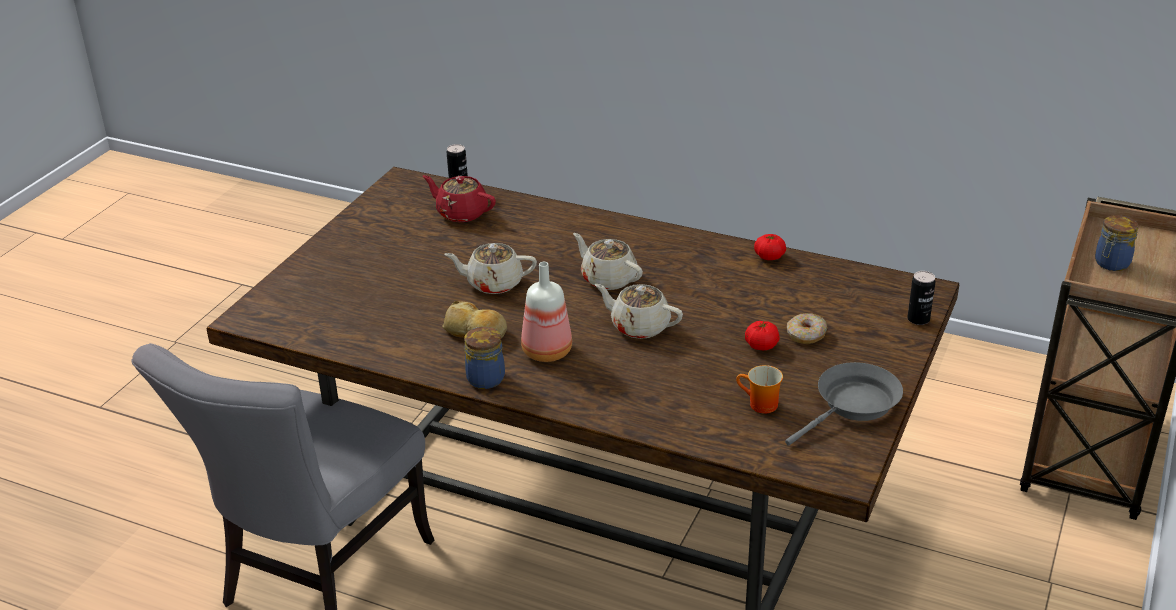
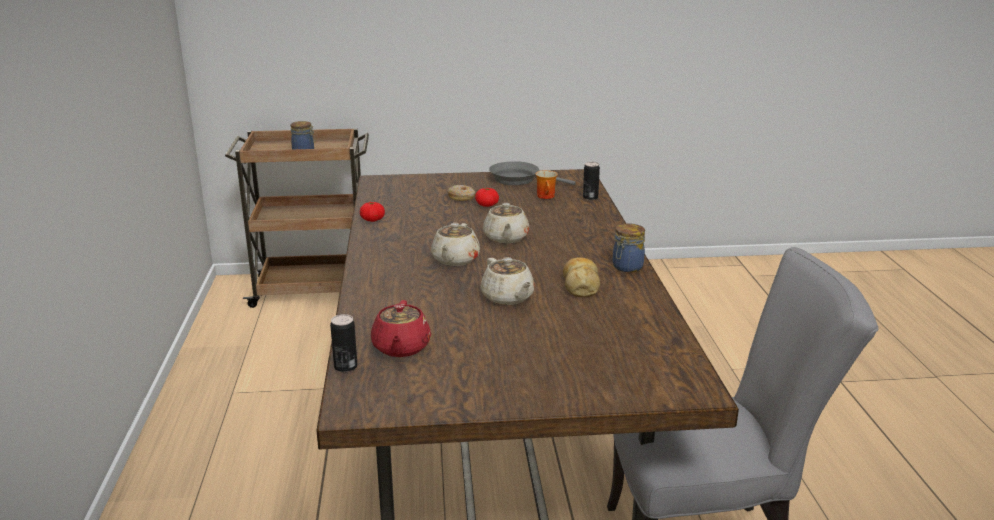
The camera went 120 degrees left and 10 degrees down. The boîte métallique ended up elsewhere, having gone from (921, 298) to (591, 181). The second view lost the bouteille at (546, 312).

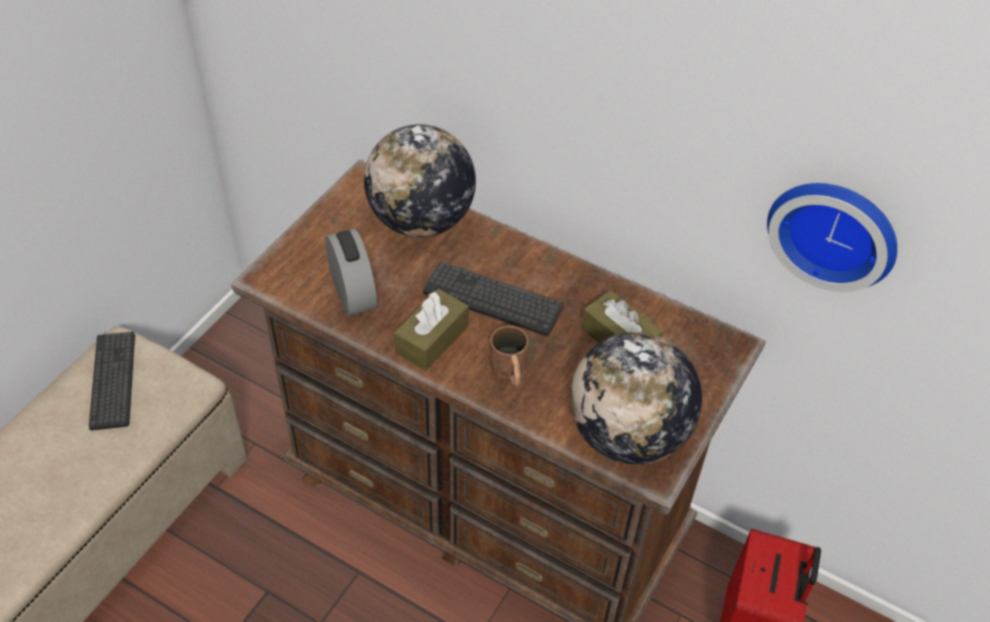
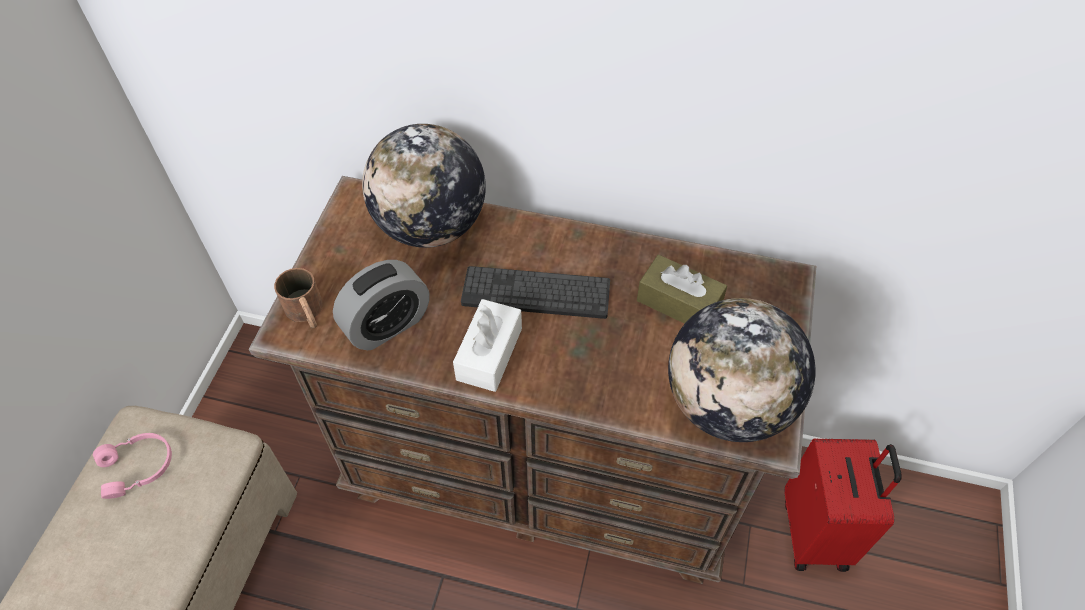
The camera went 15 degrees left and 5 degrees up. Where the clavier stood at (112, 381), the casque audio/rose came to stand at (132, 466). The mug/marron ended up elsewhere, having gone from (509, 356) to (298, 298). The réveil at (351, 272) ended up facing another way, 90 degrees clockwise from before. What was the boîte à mouchoirs/marron at (431, 330) turned into the boîte à mouchoirs/blanc at (487, 345). The second view lost the horloge murale at (832, 237).

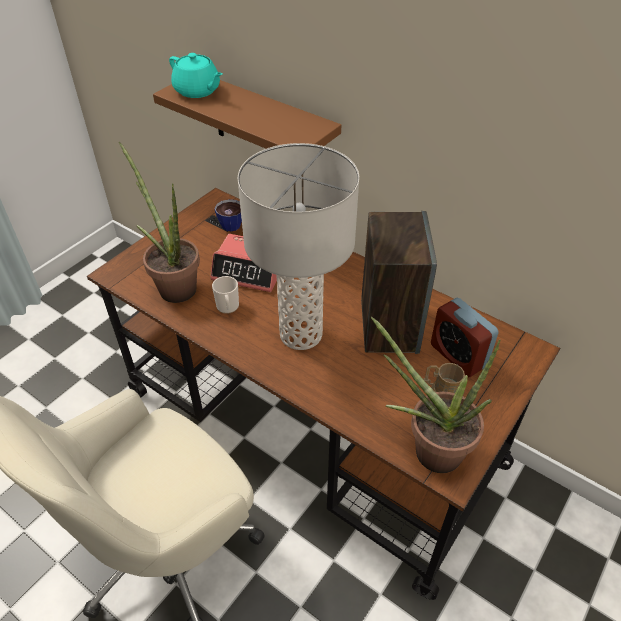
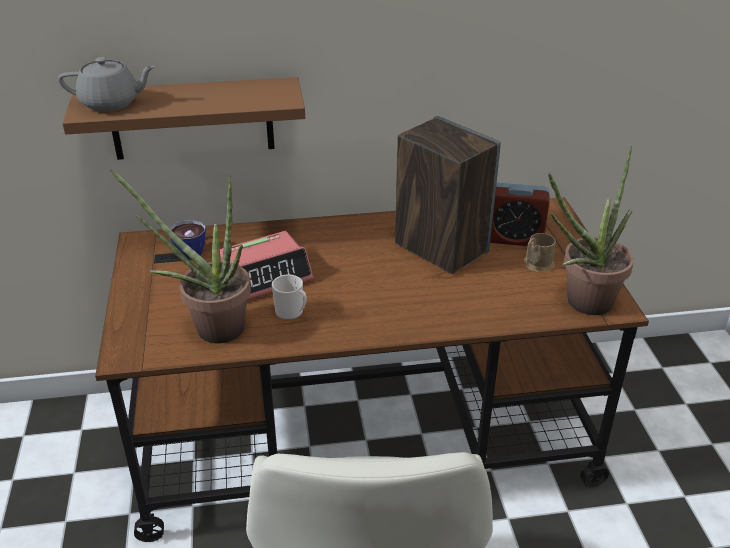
The camera went 45 degrees left and 10 degrees down. What was the théière/turquoise at (196, 75) turned into the théière/gris at (107, 84). The second view lost the lampe de table/blanc at (298, 246).

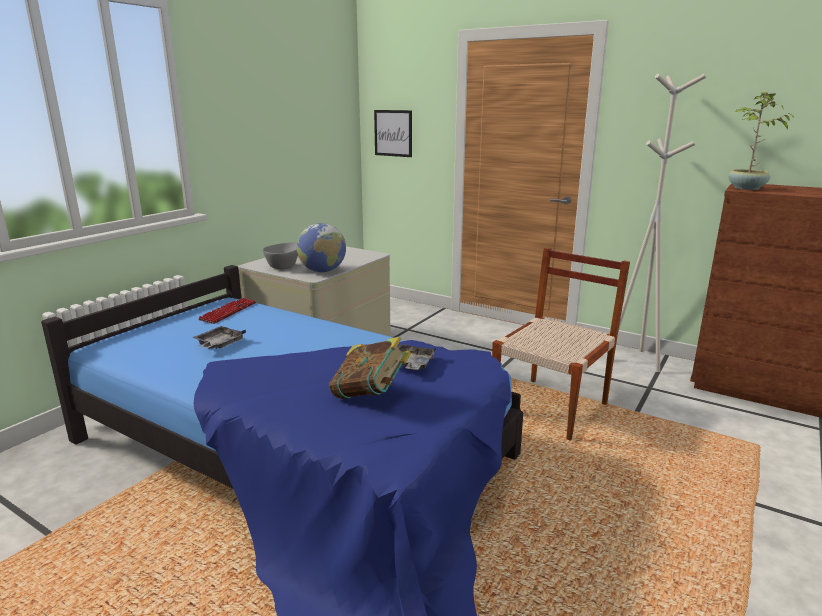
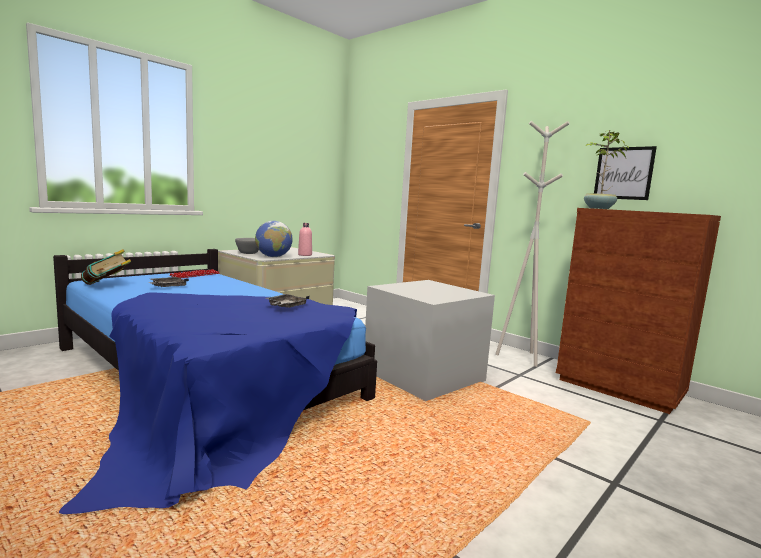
The camera went 10 degrees right and 10 degrees down. The livre ended up elsewhere, having gone from (370, 368) to (106, 267). The second view gained the bouteille/rose at (305, 239). Where the chaise stood at (561, 344), the boîte de rangement/gris came to stand at (430, 340). The tableau ended up elsewhere, having gone from (393, 133) to (625, 173).

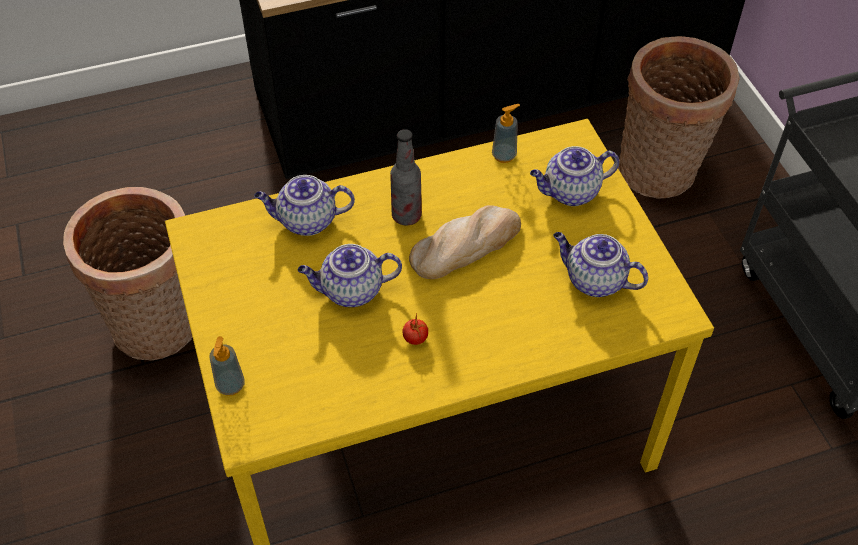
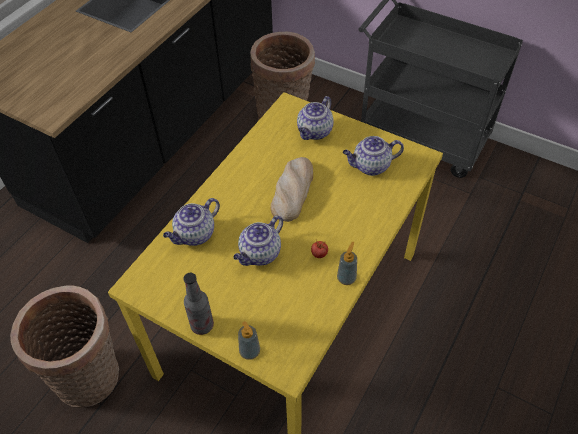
The camera went 40 degrees left and 0 degrees up. The bouteille ended up elsewhere, having gone from (406, 177) to (198, 304). The distributeur de savon ended up elsewhere, having gone from (506, 133) to (347, 263).

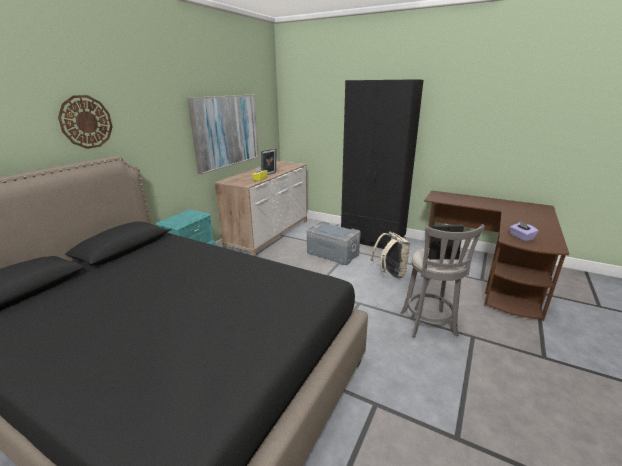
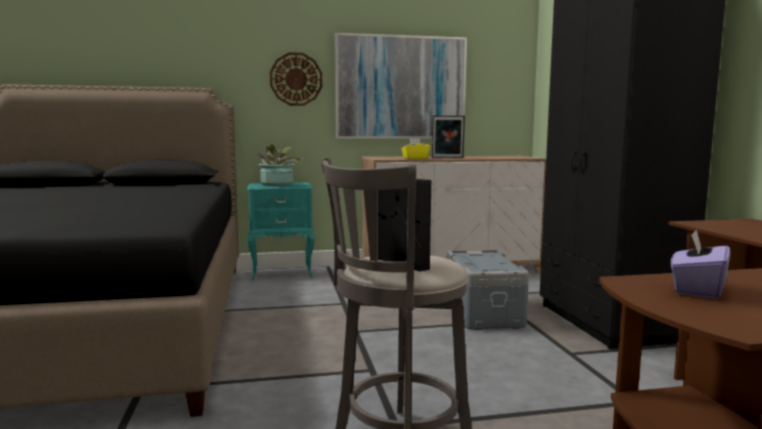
The camera went 50 degrees right and 15 degrees down. The second view gained the plante en pot at (279, 165). The horloge murale ended up elsewhere, having gone from (85, 122) to (296, 79). The second view lost the sac à dos/beige at (390, 255).

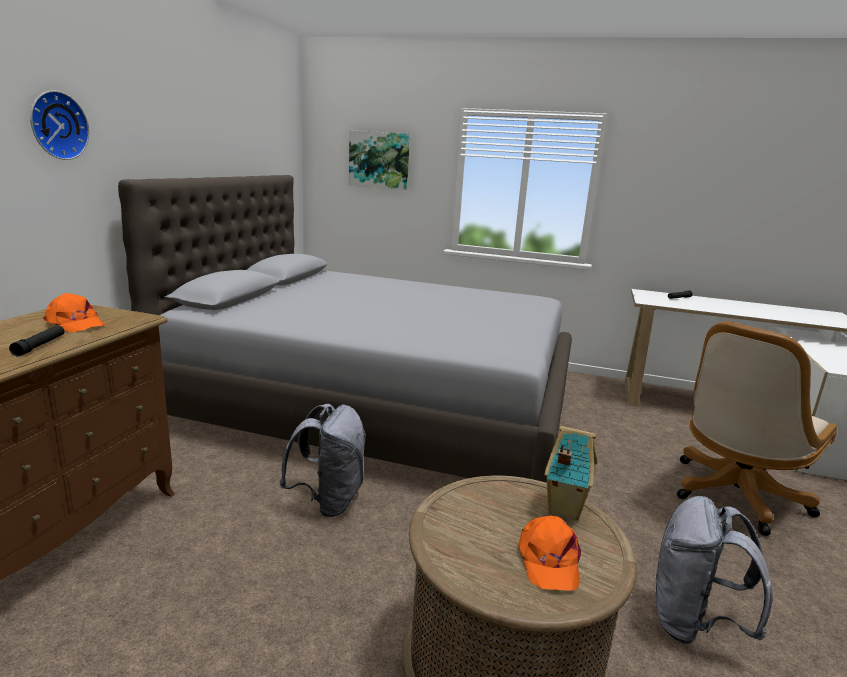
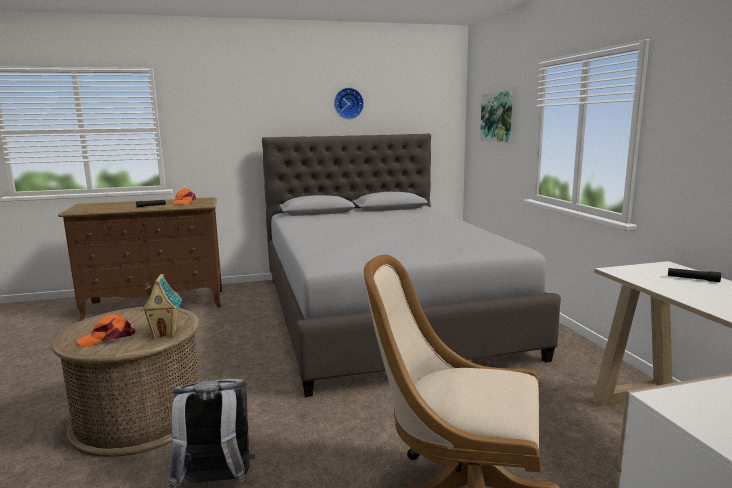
The camera went 60 degrees right and 5 degrees down. The horloge murale ended up elsewhere, having gone from (59, 125) to (349, 103). The second view lost the sac à dos/gris at (322, 460).

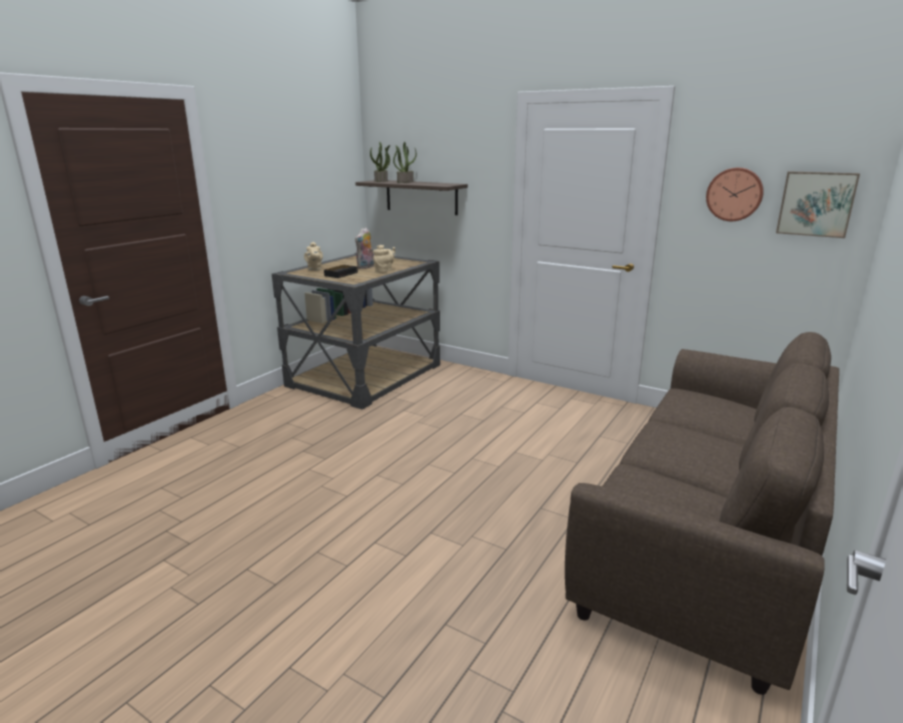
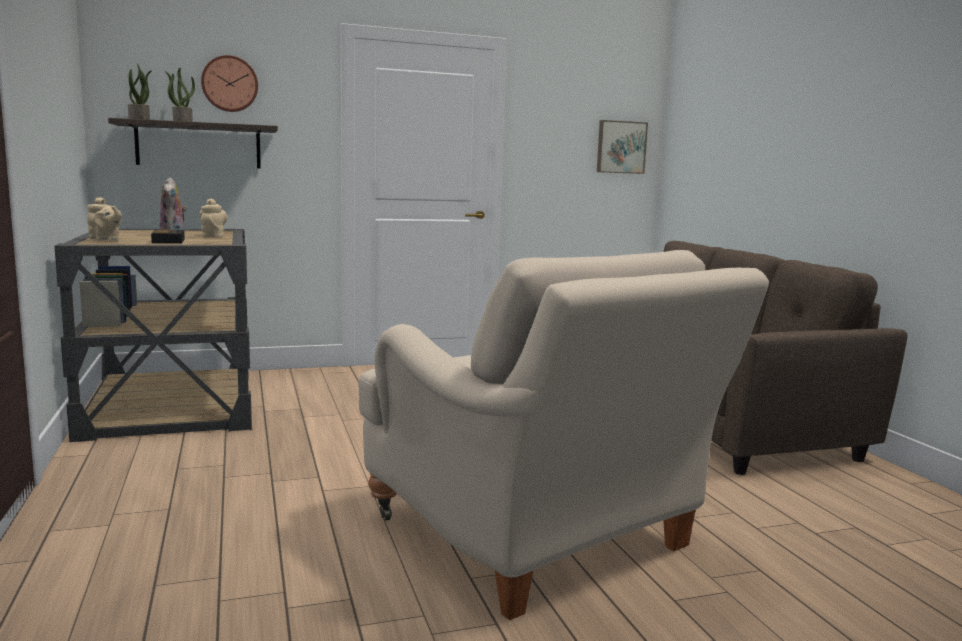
The camera went 50 degrees left and 10 degrees down. The horloge murale ended up elsewhere, having gone from (735, 194) to (229, 83). The second view gained the fauteuil/beige at (564, 435).

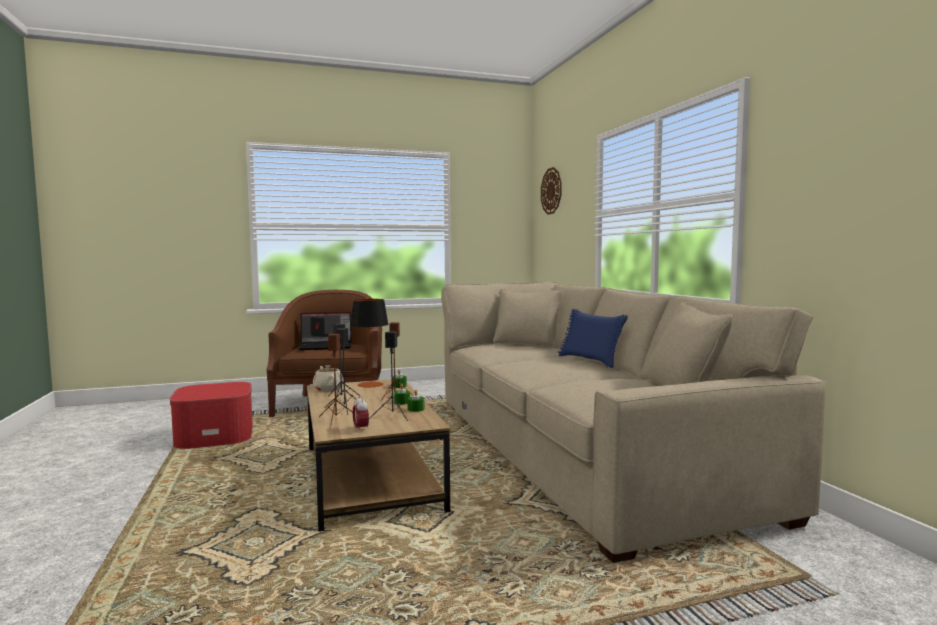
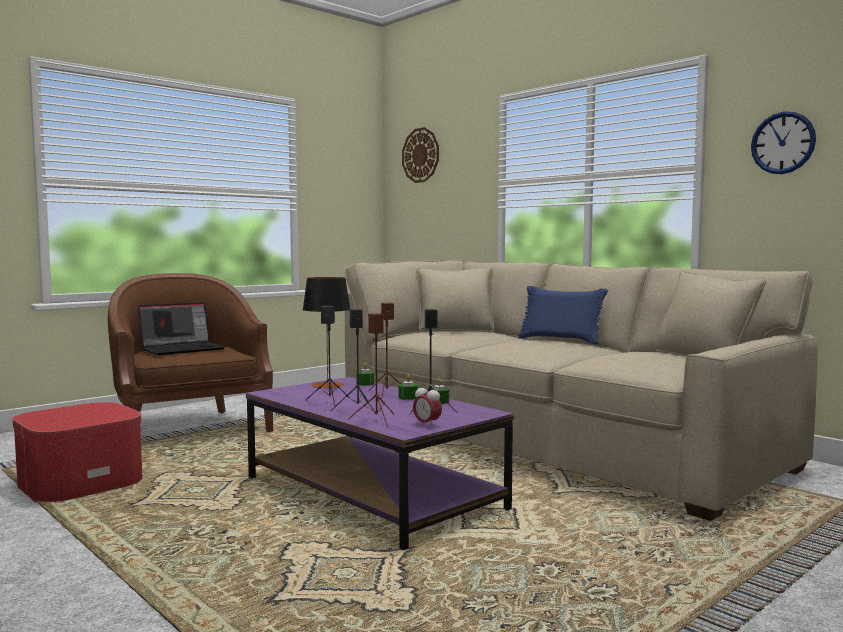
The camera went 25 degrees left and 0 degrees up. What was the table basse/marron at (378, 455) turned into the table basse/violet at (380, 463). The second view gained the horloge murale at (783, 142). The second view lost the théière/beige at (328, 378).

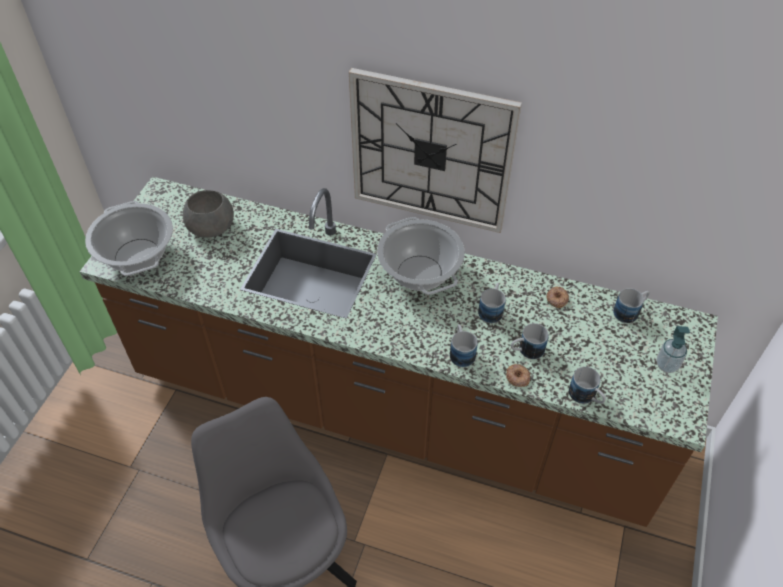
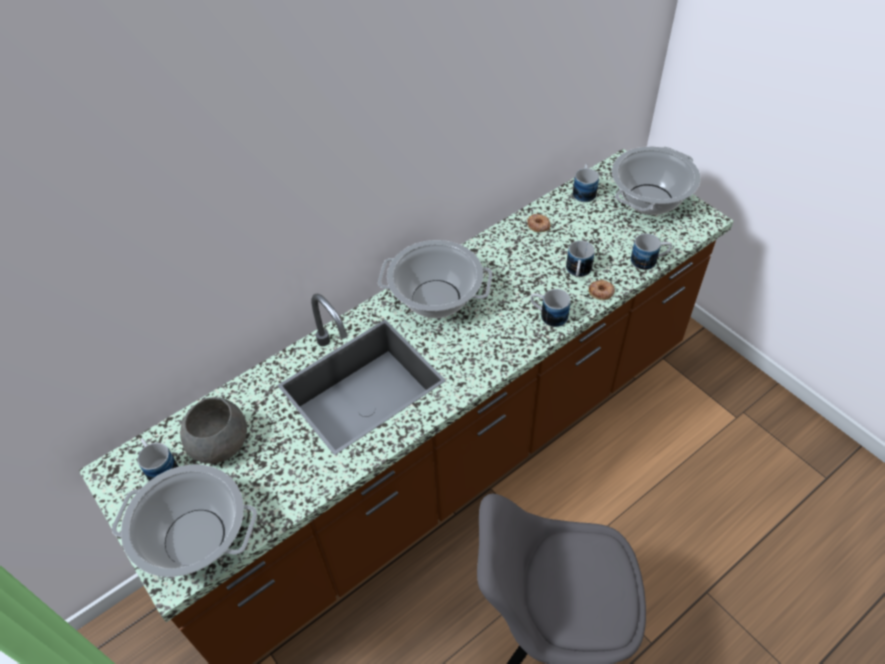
The camera went 55 degrees left and 0 degrees up. The mug ended up elsewhere, having gone from (492, 303) to (158, 460). Where the distributeur de savon stood at (673, 349), the marmite came to stand at (656, 180). The second view lost the horloge murale at (435, 150).

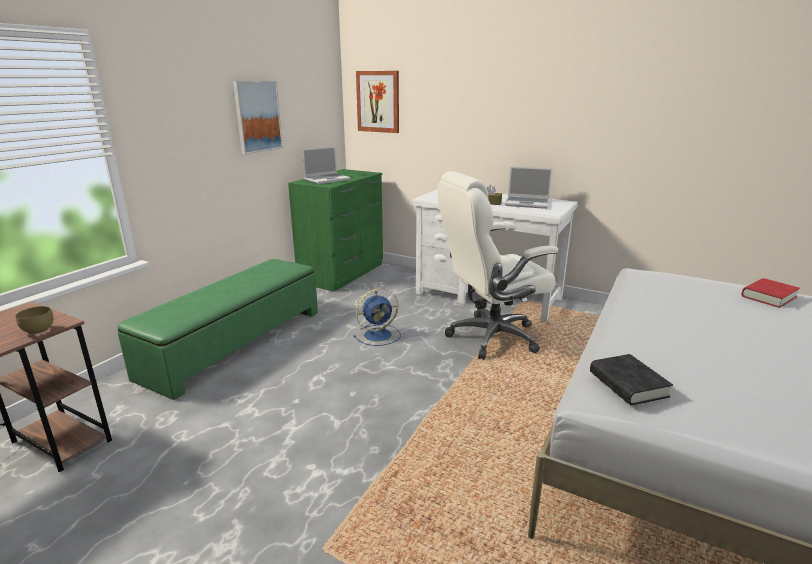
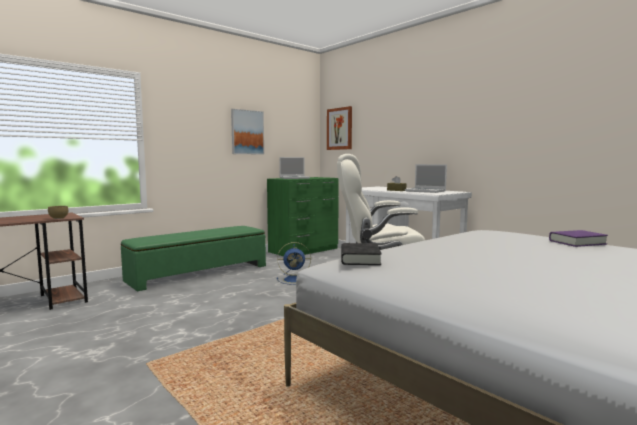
The camera went 20 degrees right and 15 degrees down. What was the livre/rouge at (770, 293) turned into the livre/violet at (578, 238).

